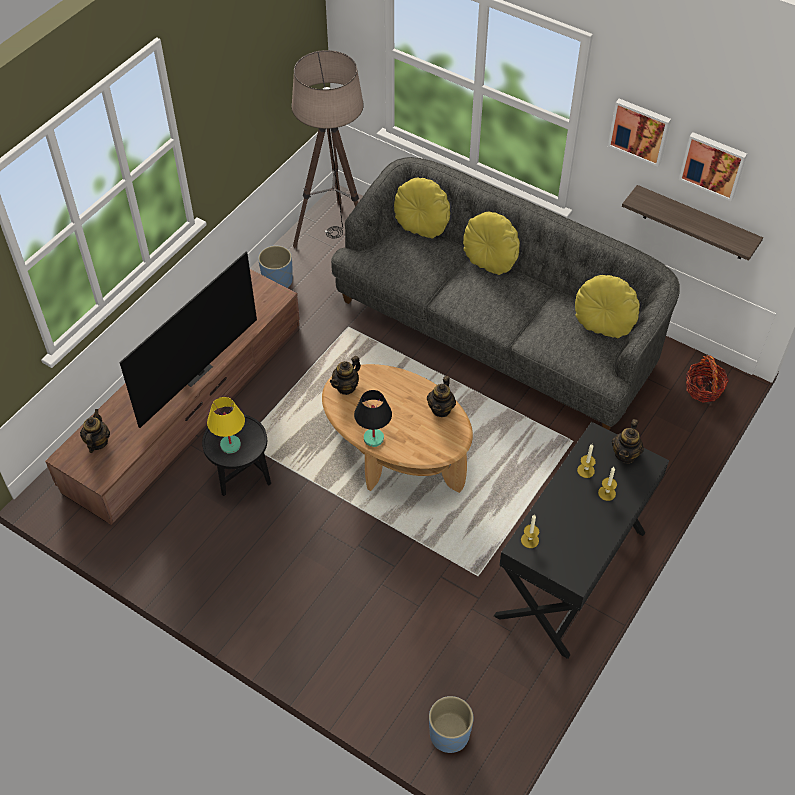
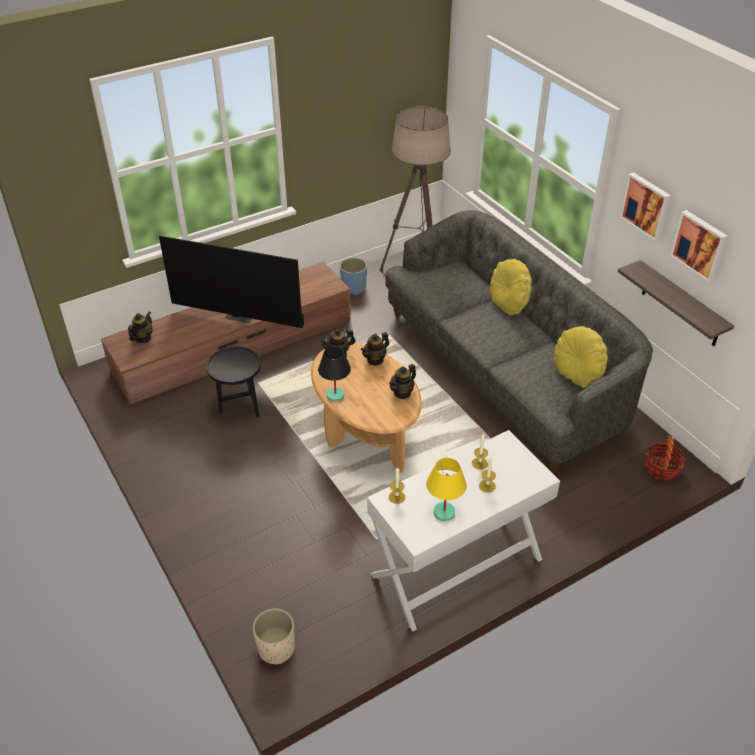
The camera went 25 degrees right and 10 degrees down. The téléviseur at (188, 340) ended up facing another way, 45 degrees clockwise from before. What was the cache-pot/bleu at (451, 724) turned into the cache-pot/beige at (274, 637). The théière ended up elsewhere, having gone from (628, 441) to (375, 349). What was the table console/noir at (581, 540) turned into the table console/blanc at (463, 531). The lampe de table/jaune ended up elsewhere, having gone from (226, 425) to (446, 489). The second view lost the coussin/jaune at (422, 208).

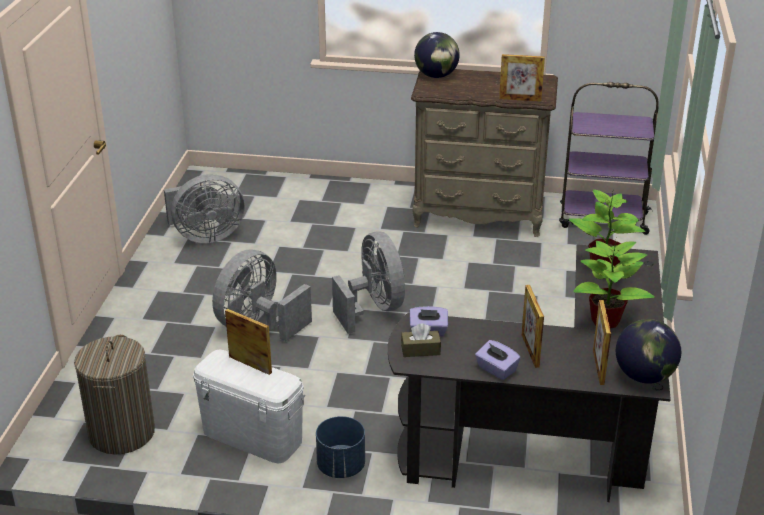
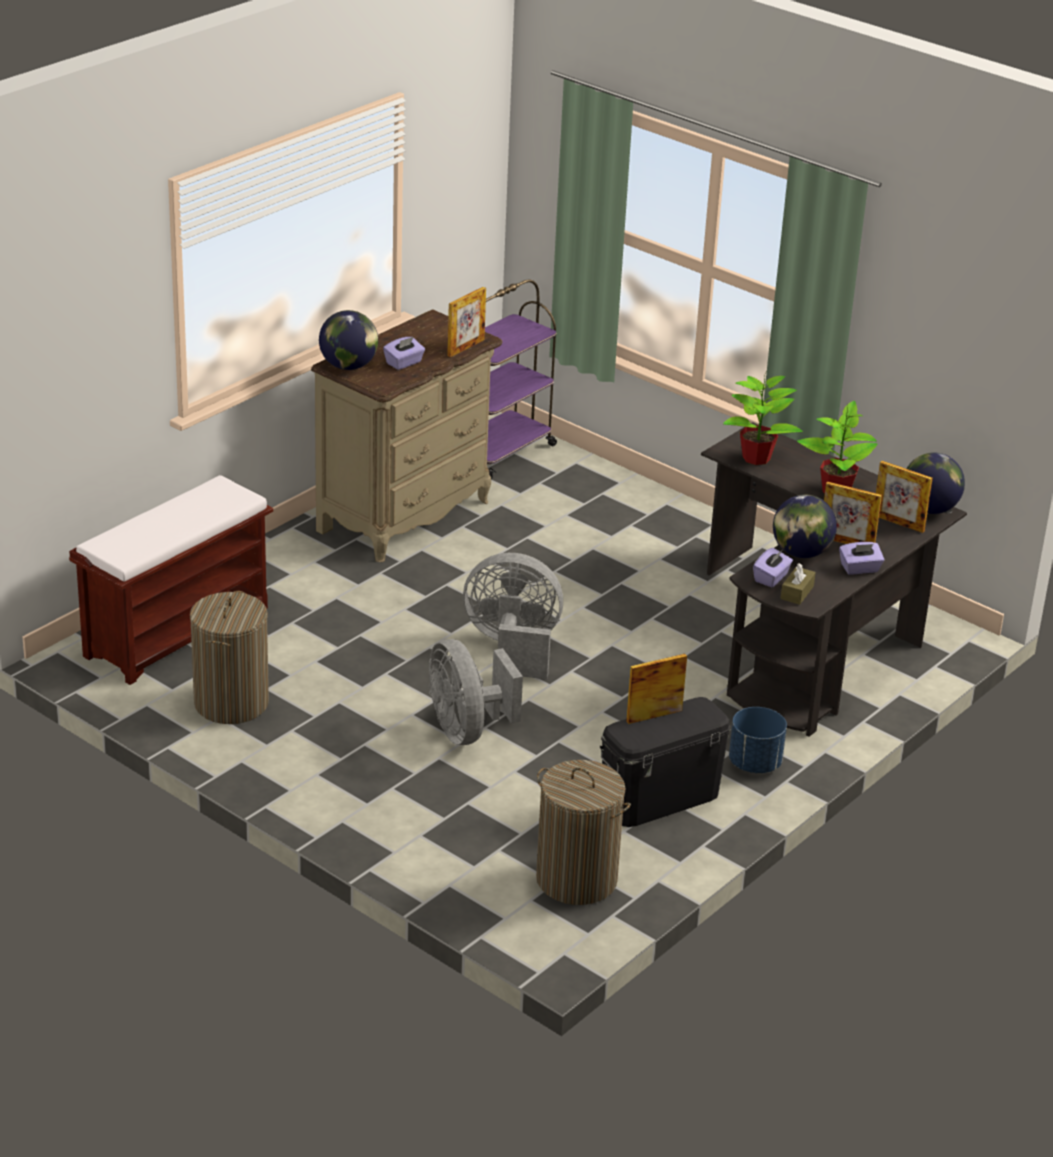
The camera went 60 degrees left and 0 degrees up. The second view gained the banc/marron at (171, 580). Where the ventilateur/gris stood at (204, 208), the panier à linge came to stand at (229, 657). The second view gained the boîte à mouchoirs/violet at (404, 353). What was the boîte de rangement/blanc at (249, 406) turned into the boîte de rangement/noir at (665, 762). The second view gained the globe at (805, 526).

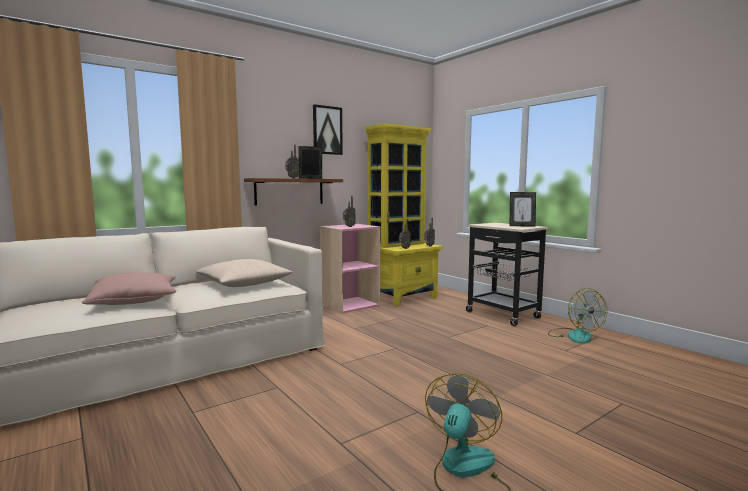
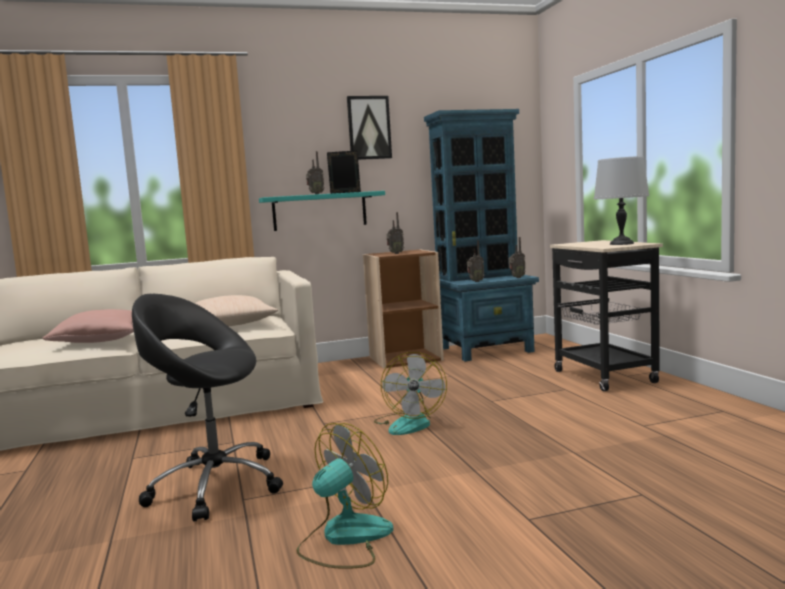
The camera went 20 degrees right and 0 degrees up. The second view gained the chaise de bureau/noir at (207, 407). What was the étagère/marron at (293, 192) turned into the étagère/turquoise at (322, 211). What was the bibliothèque/rose at (350, 269) turned into the bibliothèque/marron at (403, 309). The ventilateur ended up elsewhere, having gone from (577, 316) to (410, 393). What was the meuble de rangement/jaune at (404, 214) turned into the meuble de rangement/bleu at (481, 235). Where the cadre photo stood at (522, 209), the lampe de table/gris came to stand at (621, 200).

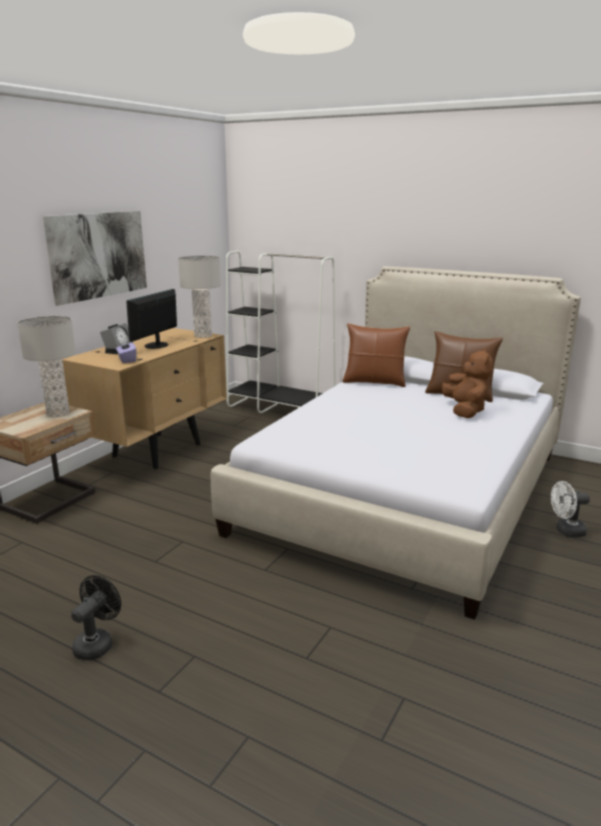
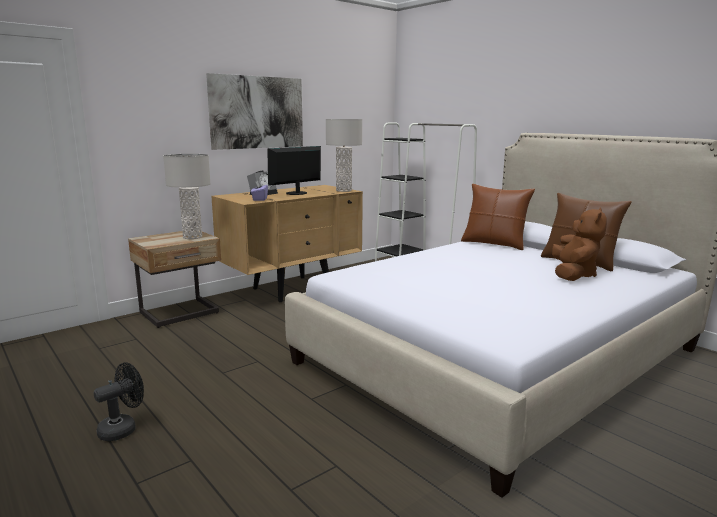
The camera went 20 degrees right and 5 degrees down. The second view lost the ventilateur/blanc at (570, 509).

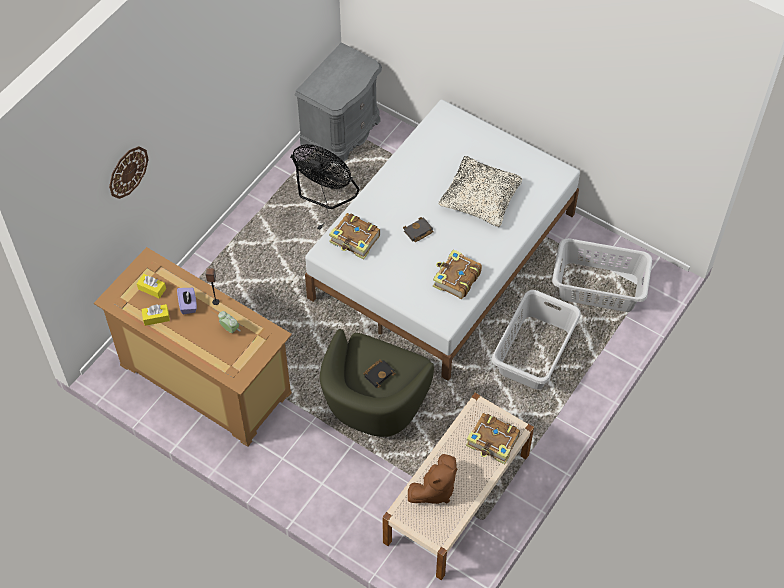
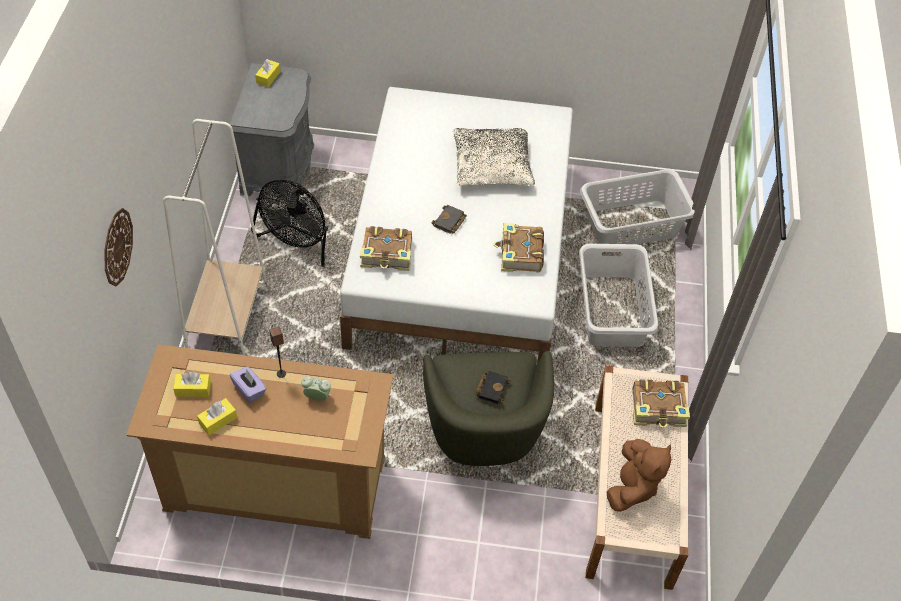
The camera went 30 degrees left and 5 degrees down. The second view gained the portant at (214, 237). The ventilateur/noir at (324, 187) ended up facing another way, 150 degrees counterclockwise from before. The second view gained the boîte à mouchoirs/jaune at (268, 73).

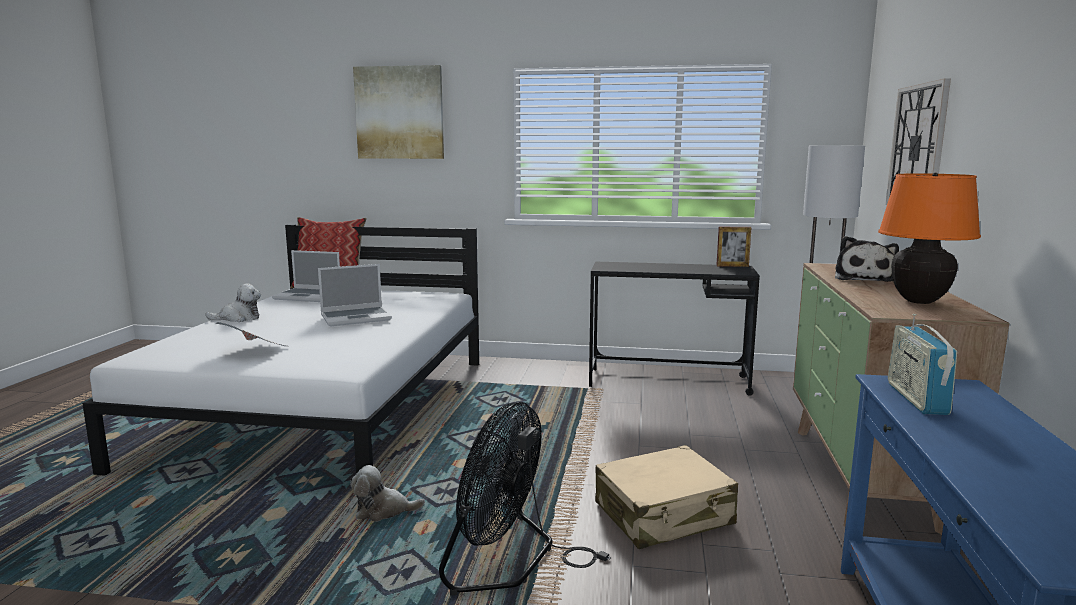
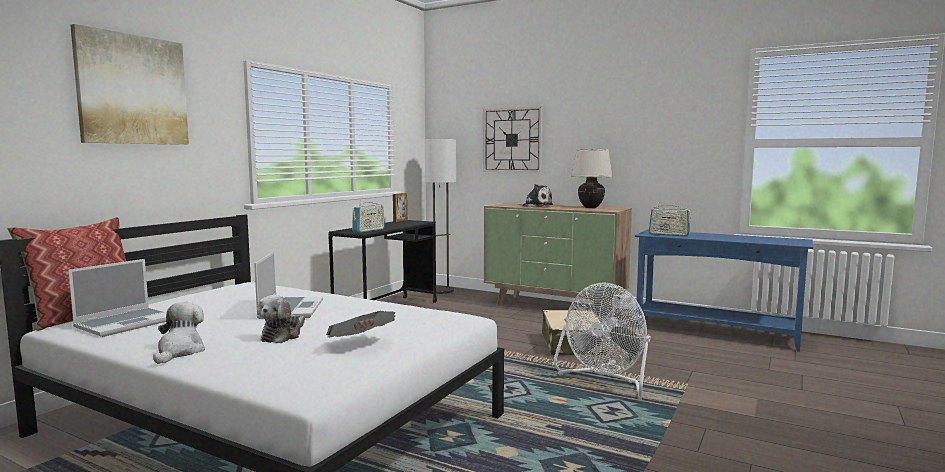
The camera went 70 degrees left and 5 degrees down. The peluche ended up elsewhere, having gone from (387, 493) to (281, 319). The second view gained the radio at (368, 216). What was the ventilateur/noir at (525, 499) turned into the ventilateur/blanc at (602, 341). What was the lampe de table/orange at (929, 238) turned into the lampe de table/beige at (592, 178).

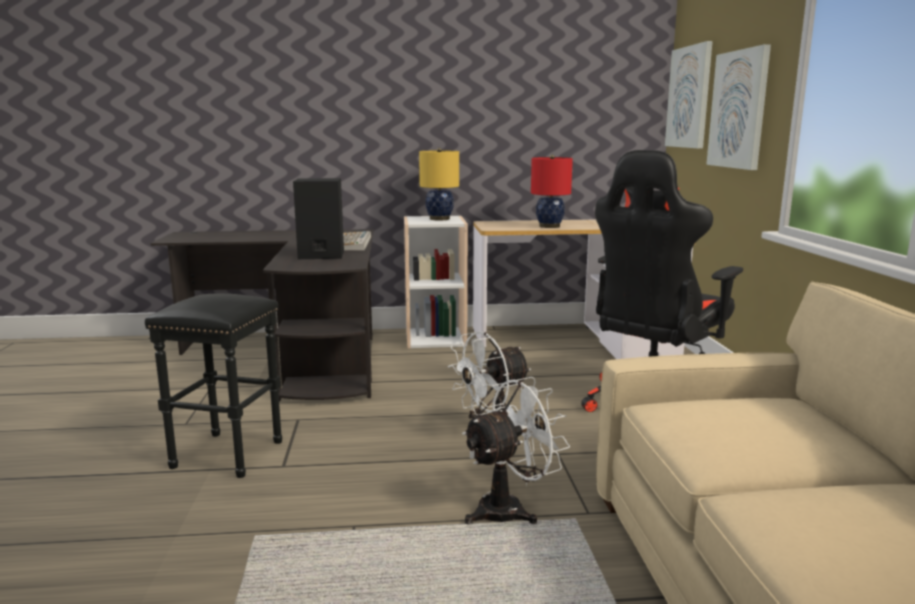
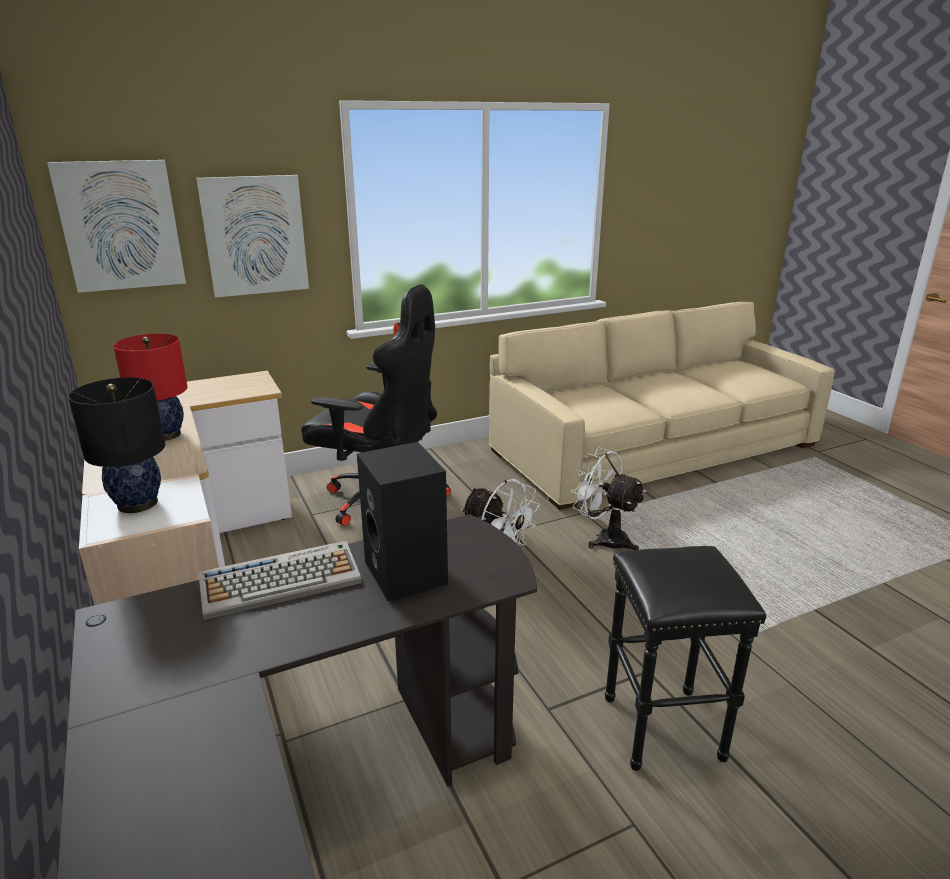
The camera went 110 degrees left and 10 degrees up. What was the lampe de table/jaune at (439, 184) turned into the lampe de table/noir at (116, 445).

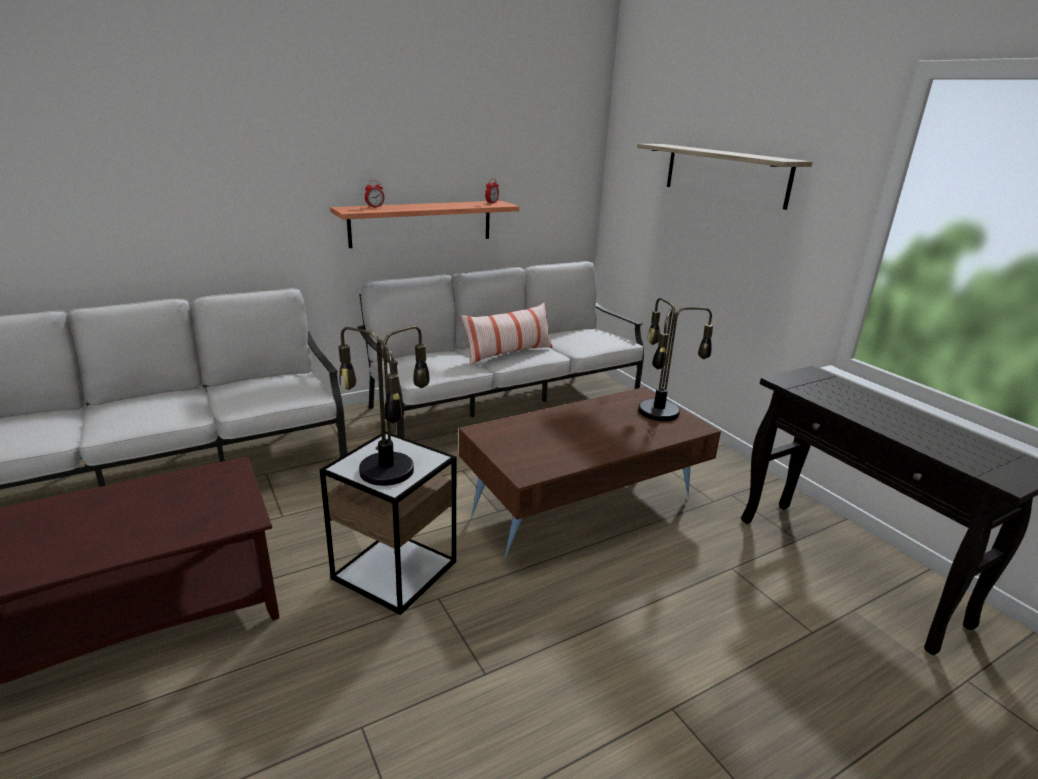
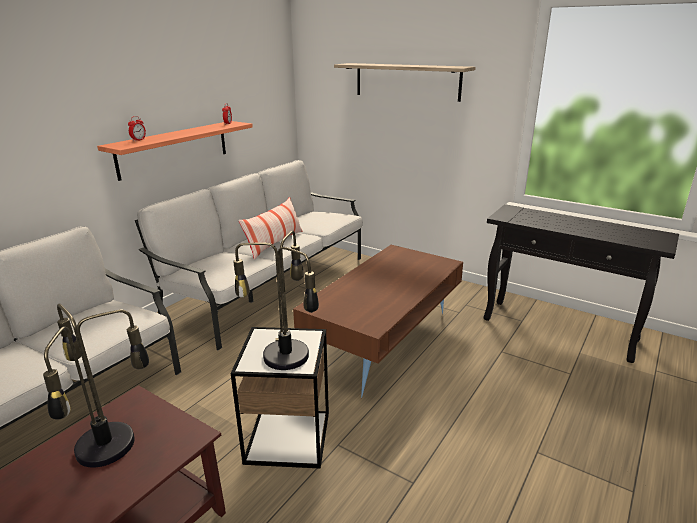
The camera went 25 degrees left and 0 degrees up. The lampe de table ended up elsewhere, having gone from (675, 359) to (96, 385).

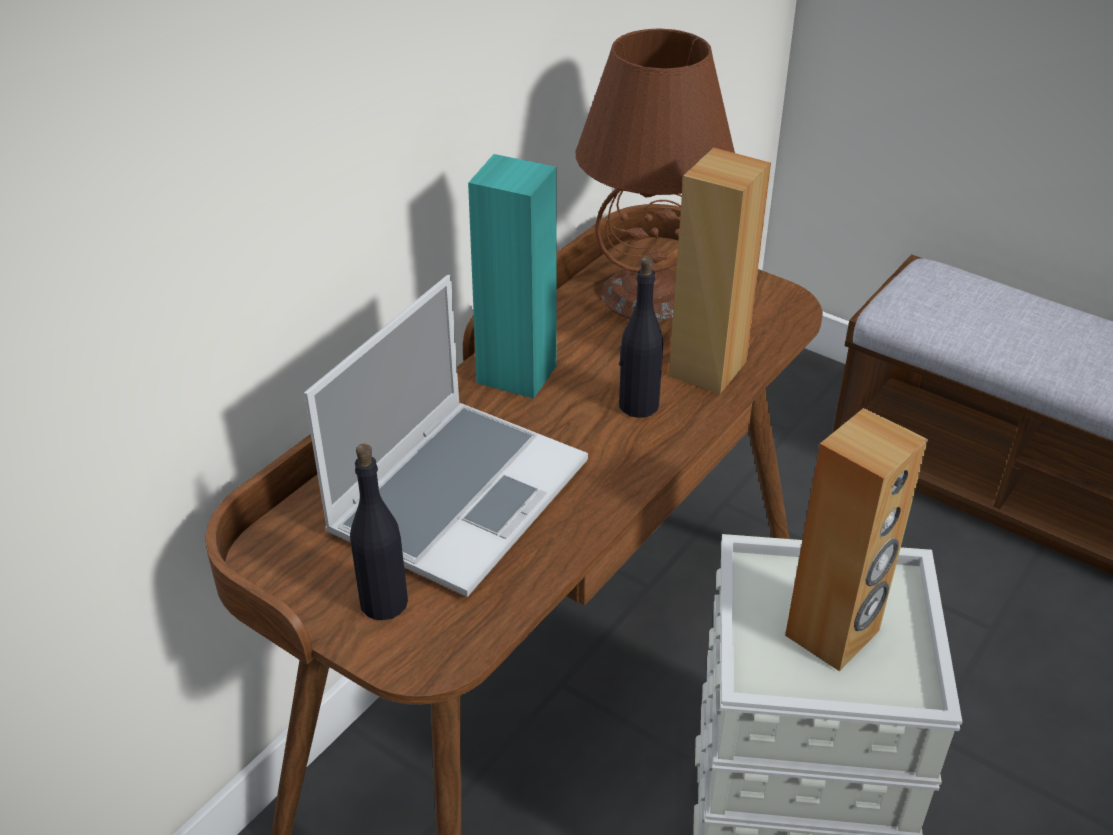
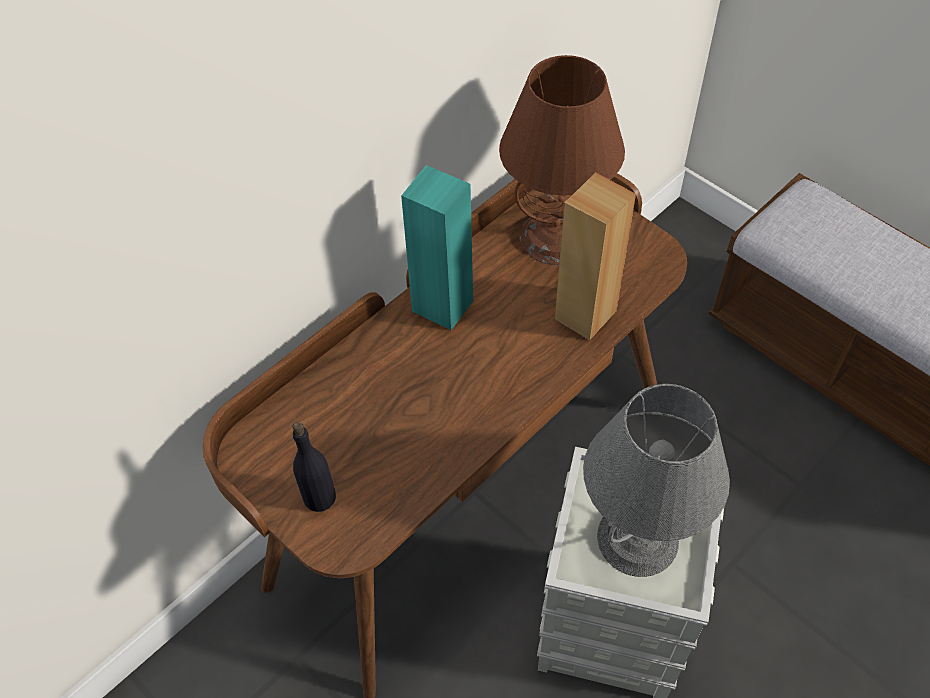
The camera went 10 degrees right and 15 degrees up. Where the enceinte/marron stood at (856, 539), the lampe de table/gris came to stand at (656, 480). The second view lost the ordinateur portable at (446, 436). The second view lost the bouteille/noir at (641, 337).

